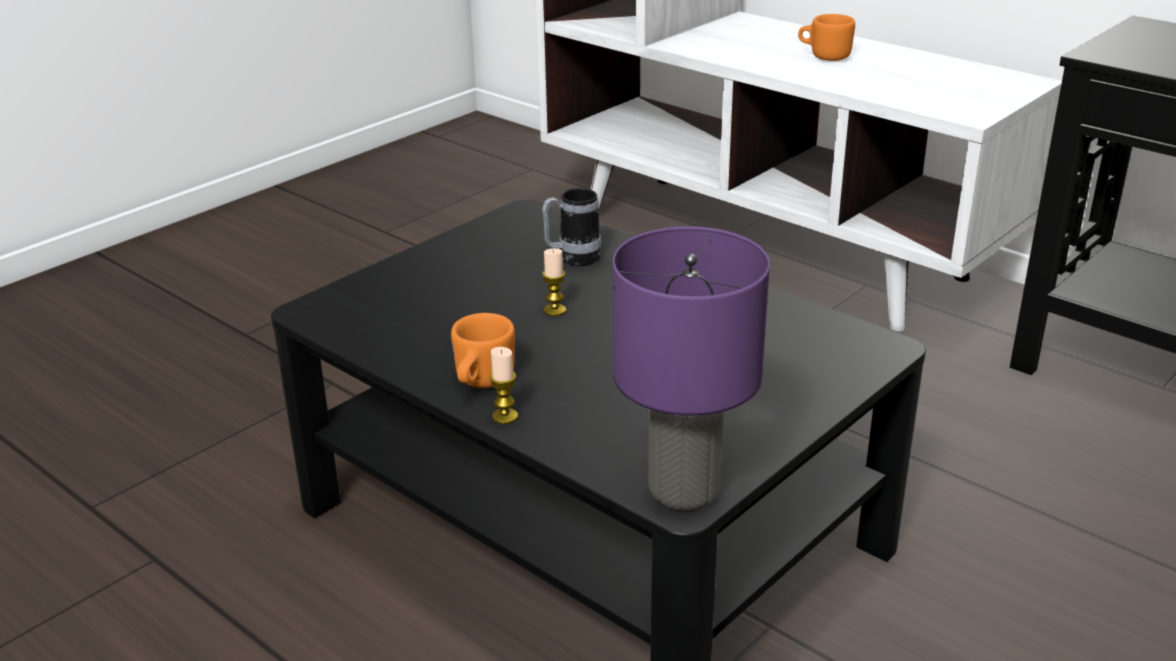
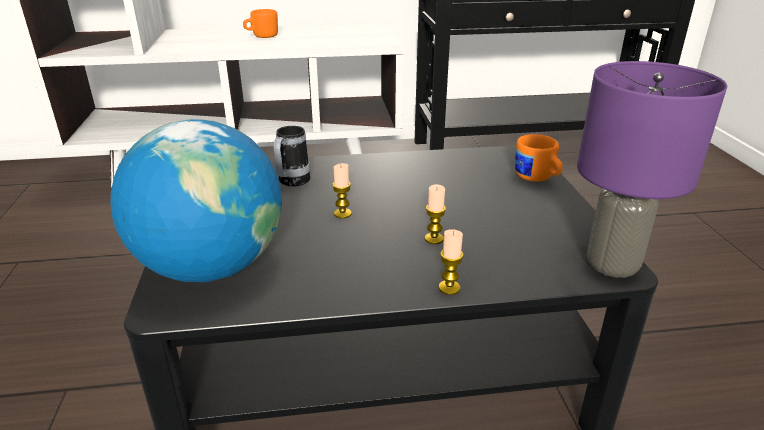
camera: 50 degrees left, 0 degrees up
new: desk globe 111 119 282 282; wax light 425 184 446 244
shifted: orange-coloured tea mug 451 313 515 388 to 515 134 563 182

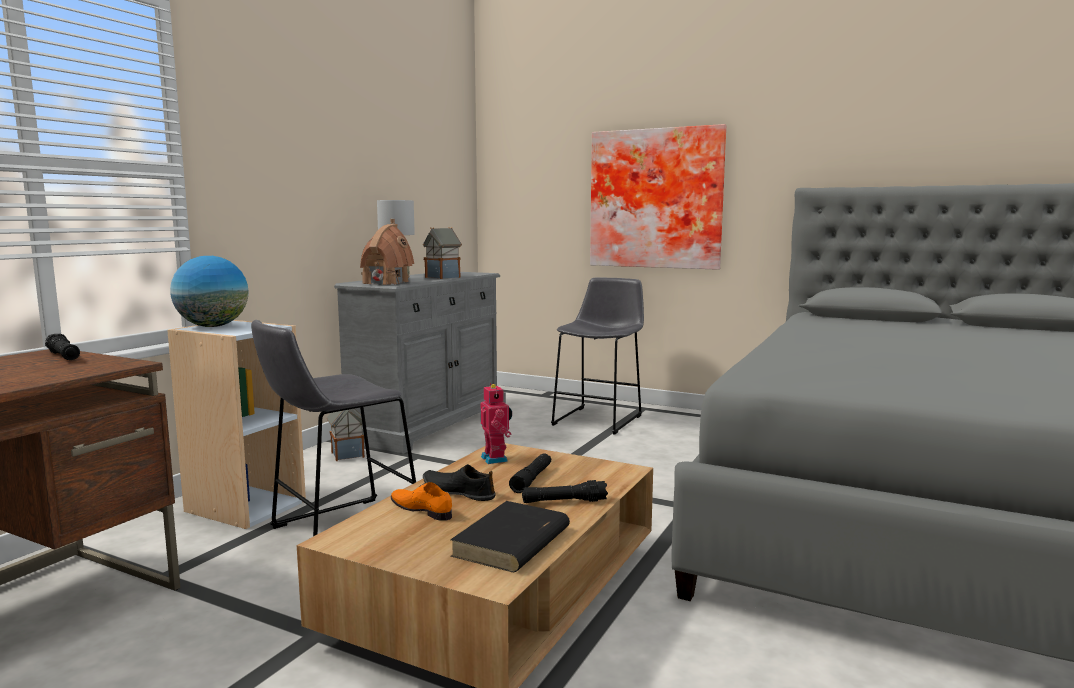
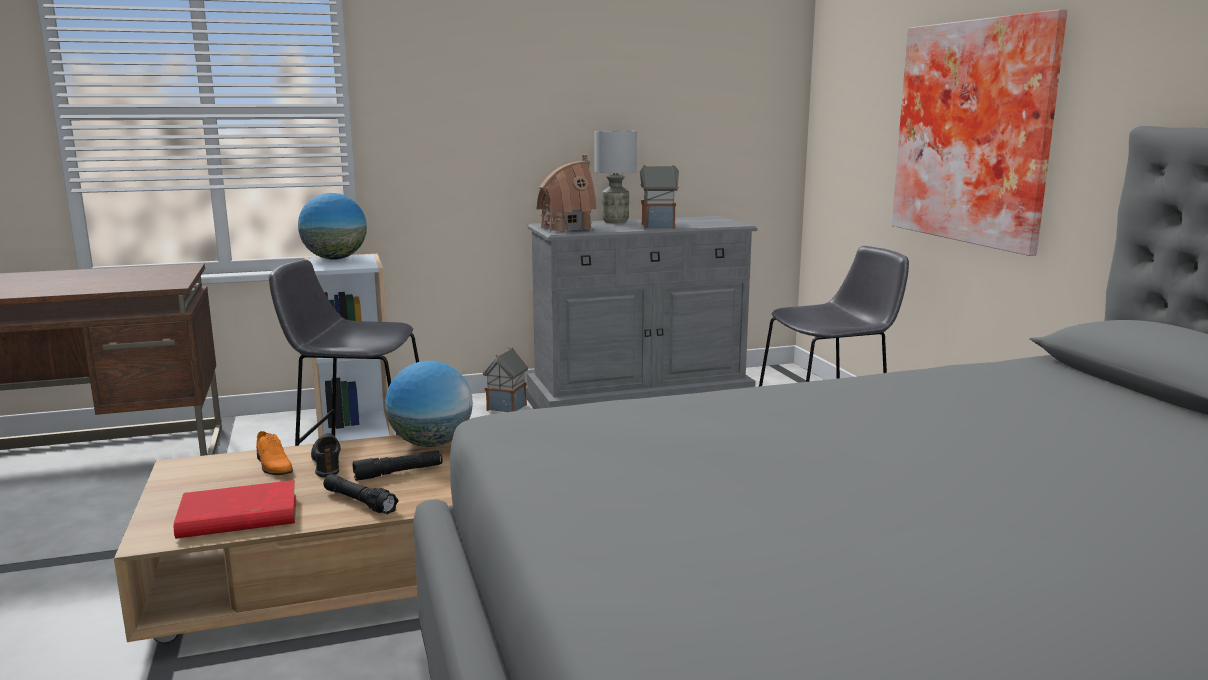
camera: 45 degrees right, 5 degrees up
gone: black torch 45 334 80 360
swapped: toy robot 481 383 512 464 to desk globe 385 361 473 447
repainted: black volume 450 501 570 572 to reddish volume 174 480 296 539
rotated: orange-coloured item of footwear 391 482 452 521 = 256 431 293 475 150 degrees clockwise

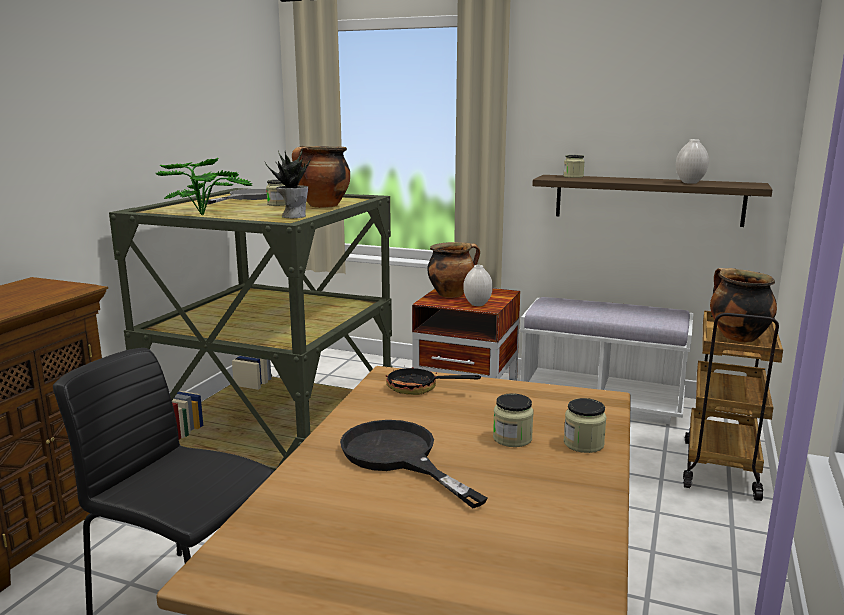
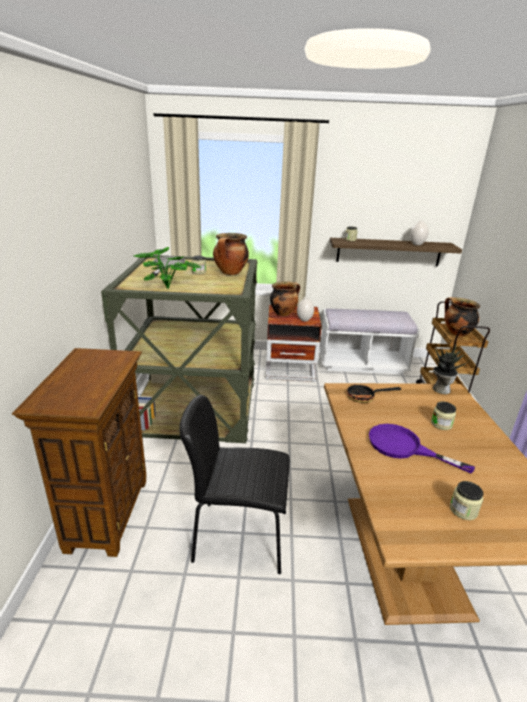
camera: 20 degrees left, 10 degrees up
shifted: houseplant 265 149 311 218 to 433 345 470 394; preserve jar 564 398 607 453 to 450 481 483 520
repainted: black skillet 340 420 487 508 to purple-coloured skillet 369 424 475 473

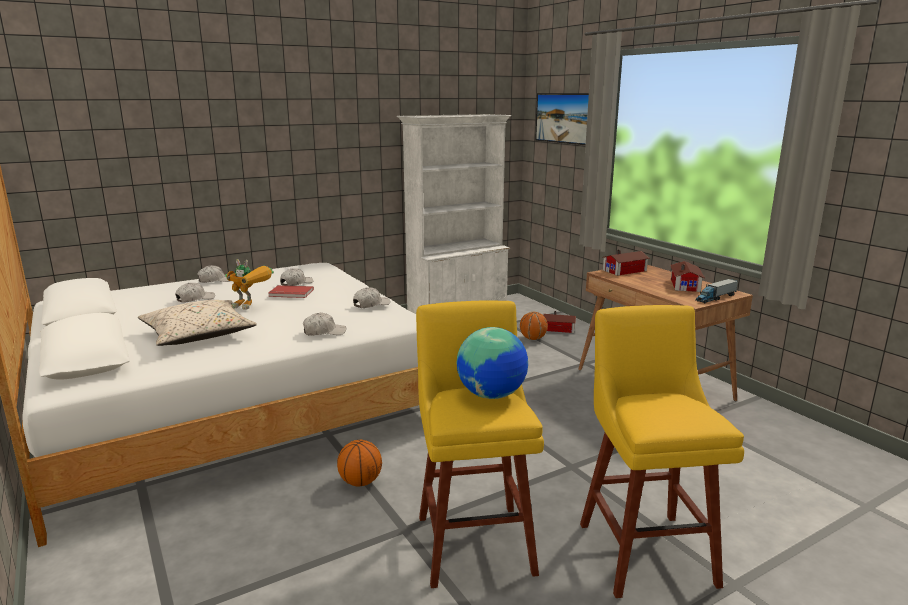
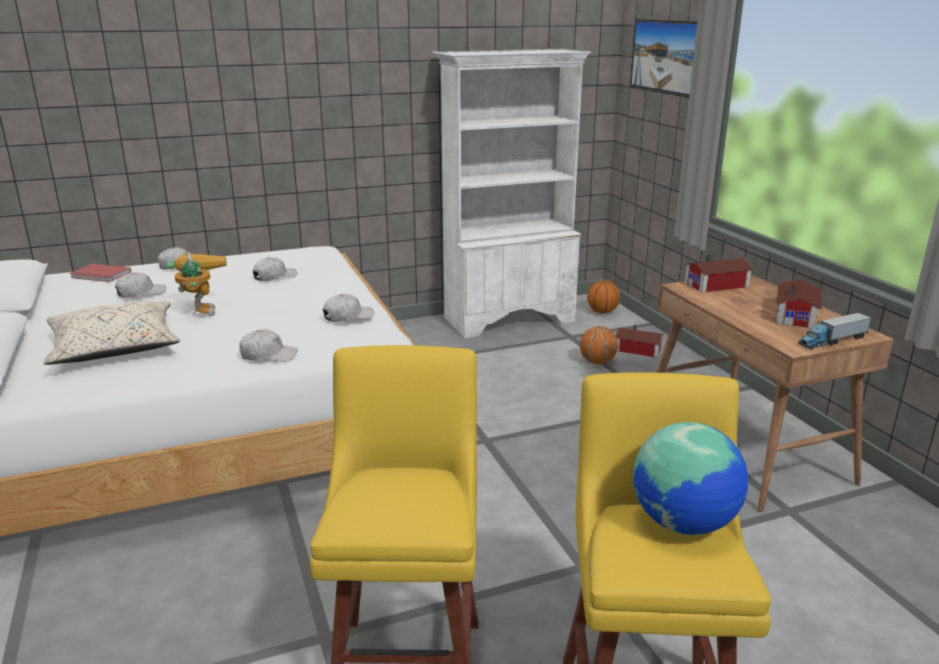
camera: 10 degrees right, 5 degrees up
shifted: reddish volume 268 285 314 298 to 70 264 131 282; basketball 337 440 382 487 to 587 280 620 314; desk globe 456 327 528 399 to 633 422 748 535
rotated: toy robot 225 259 274 310 = 166 252 227 316 135 degrees counterclockwise

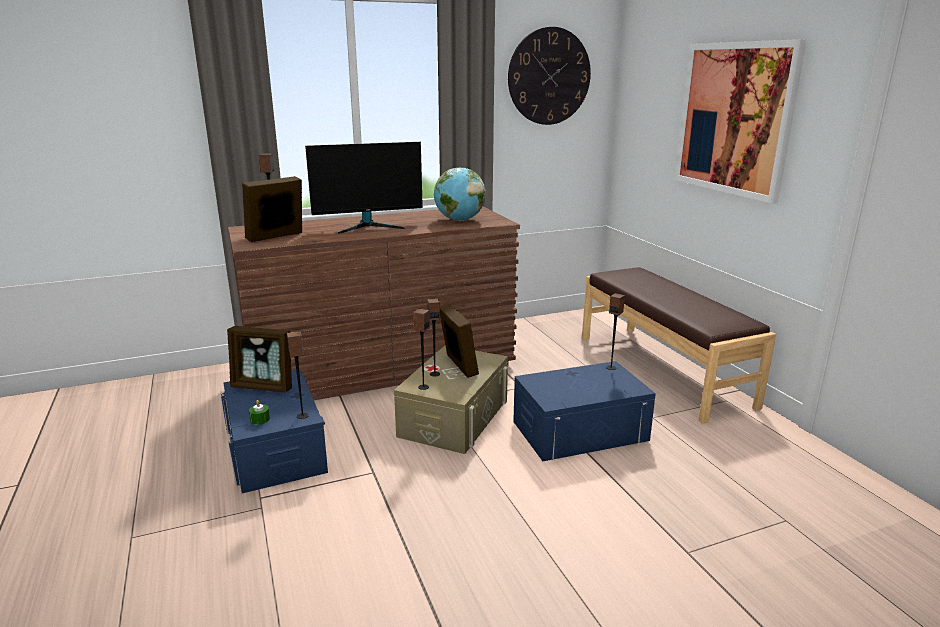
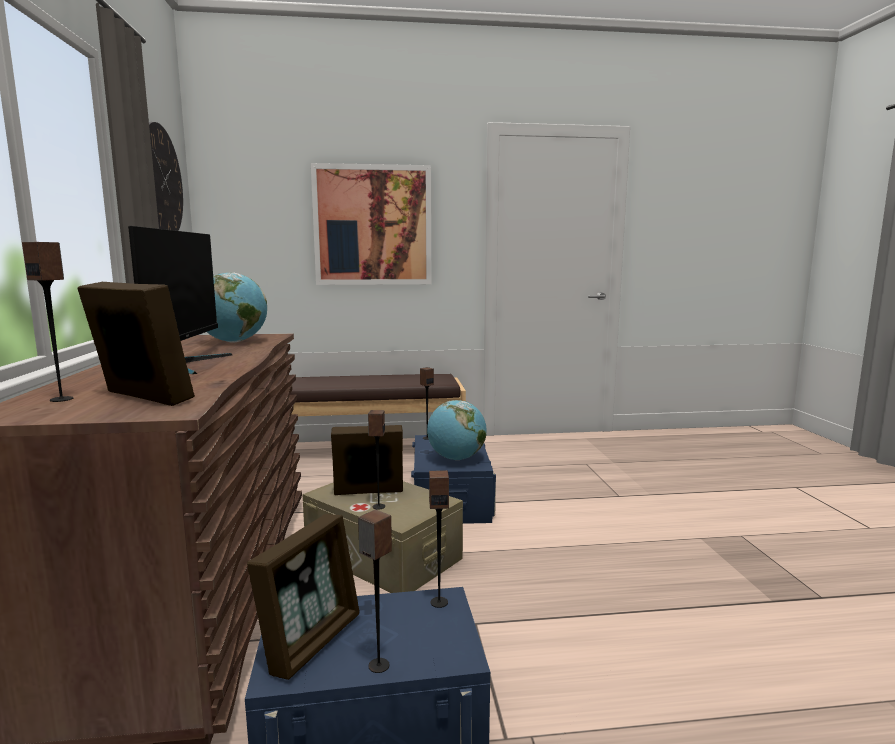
camera: 75 degrees left, 10 degrees down
gone: greenish wax light 249 400 270 425
new: desk globe 427 400 486 460
shifted: speaker 413 309 430 390 to 358 509 392 673
rotated: picture frame 242 176 302 242 = 77 282 195 406 150 degrees clockwise

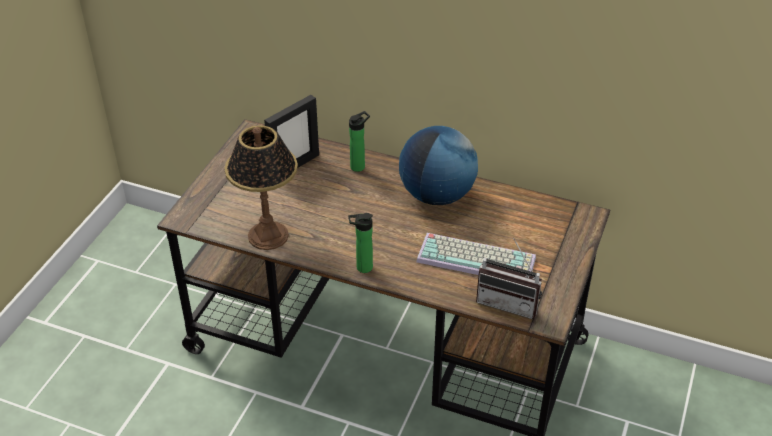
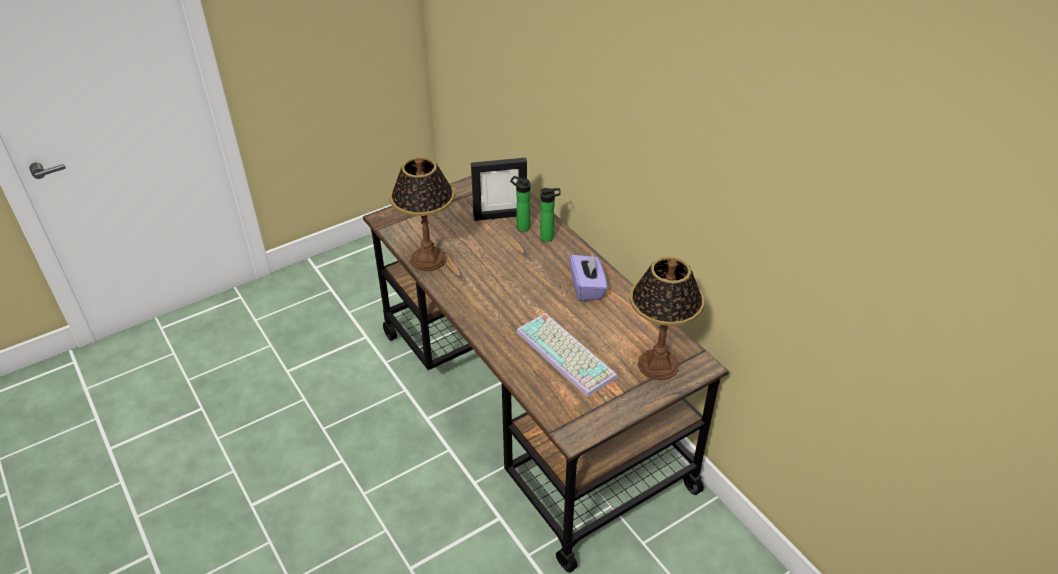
camera: 35 degrees right, 0 degrees up
gone: radio receiver 476 238 542 319
new: tabletop lamp 630 257 704 380
shifted: bottle 348 213 373 273 to 510 176 530 232
swapped: desk globe 399 126 478 205 to purple-coloured box of tissues 569 253 607 301

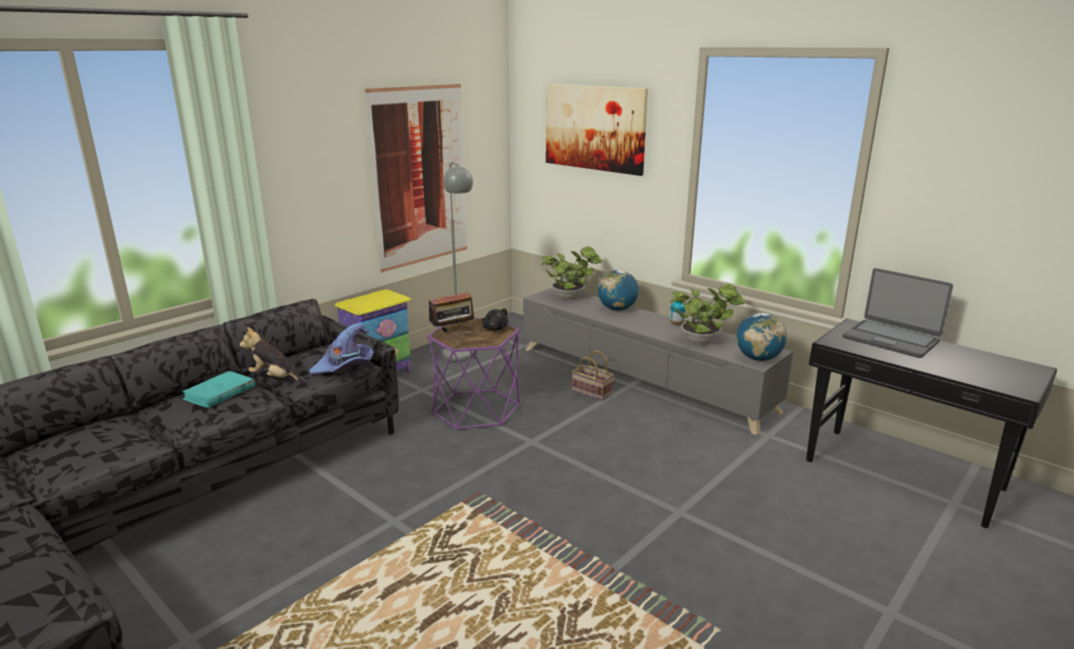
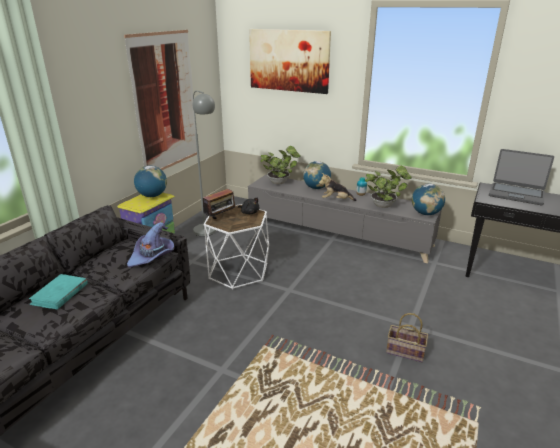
camera: 15 degrees left, 5 degrees up
new: desk globe 134 166 167 197
shifted: soft toy 240 327 308 384 to 319 173 357 201; basket 572 351 614 401 to 386 313 428 363
repainted: purple-coloured accent table 427 318 520 430 to white-coloured accent table 203 204 269 290

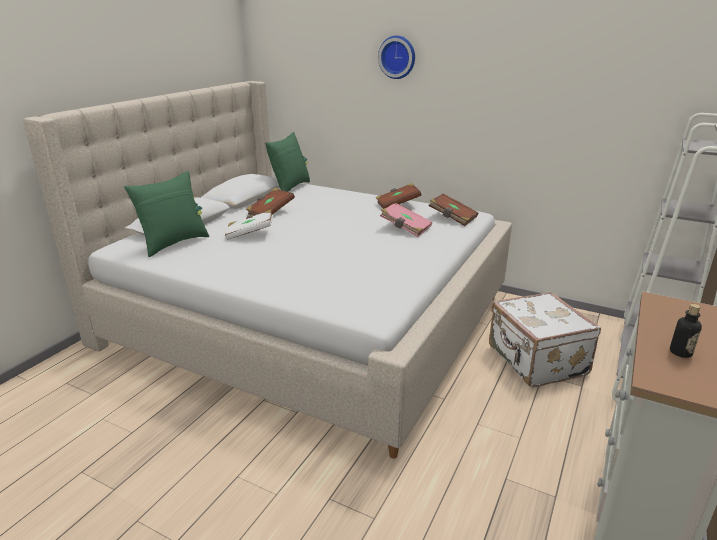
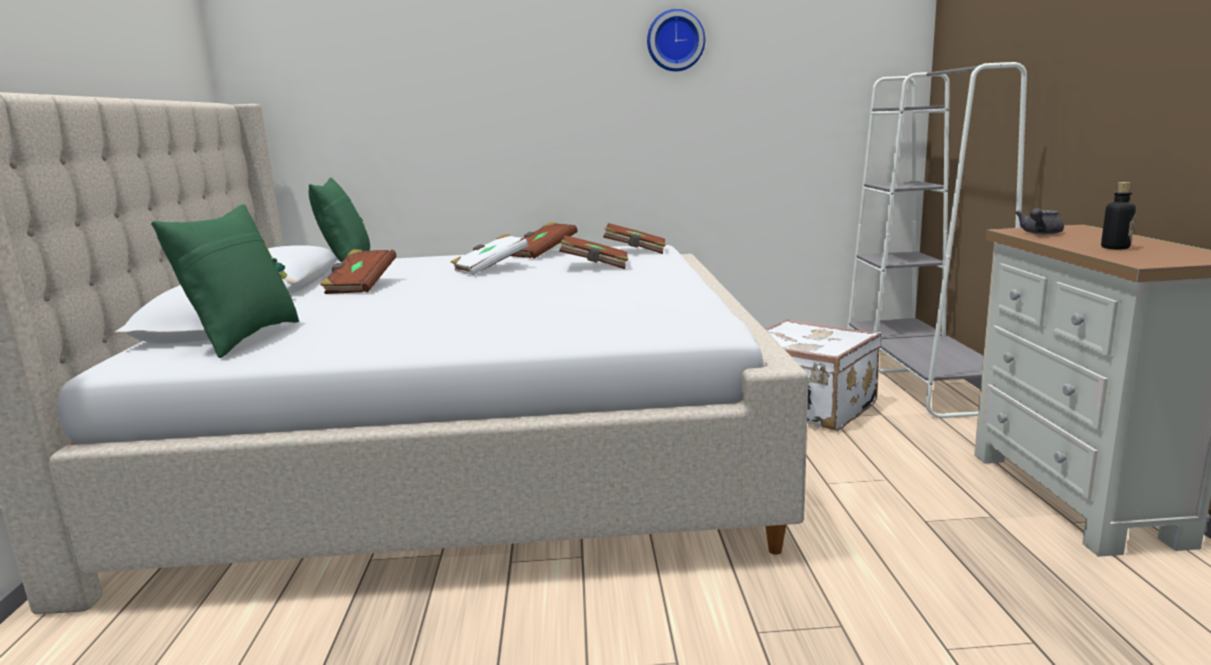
camera: 30 degrees left, 10 degrees down
new: gray tea pot 1015 208 1064 234
shifted: white-coloured volume 225 210 273 240 to 451 234 528 275; wall clock 378 36 415 79 to 647 9 705 71
repainted: pink-coloured volume 380 202 432 237 to brown-coloured volume 559 235 628 269

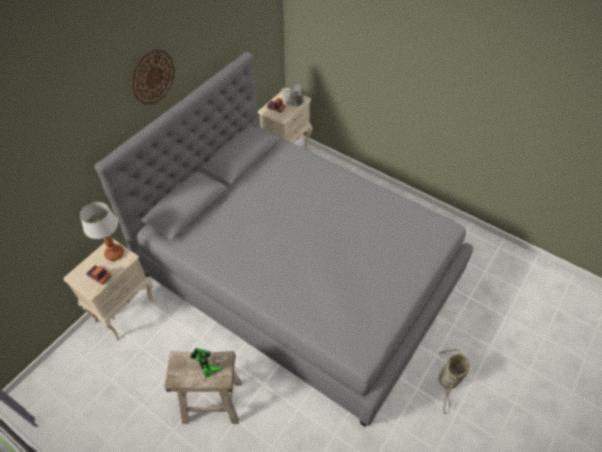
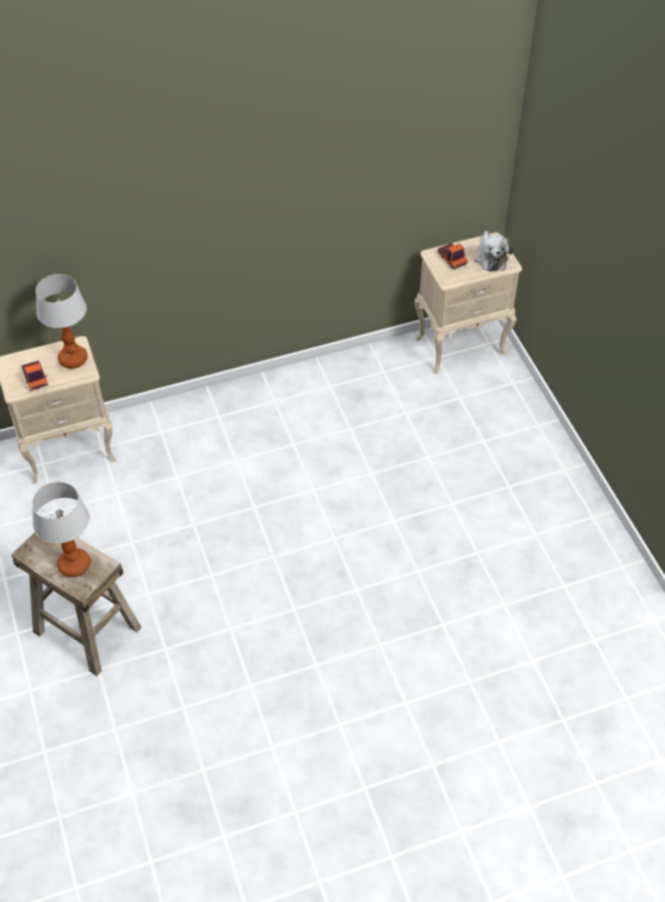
camera: 35 degrees right, 0 degrees up
gone: gray bed 95 52 473 427; wall clock 131 50 175 105; basket 439 349 470 414
swapped: toy robot 190 348 222 377 to tabletop lamp 32 482 91 577

